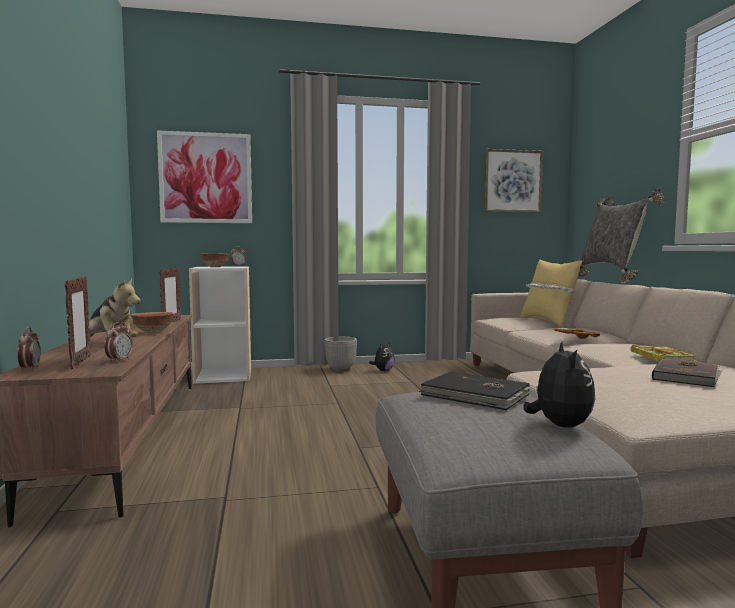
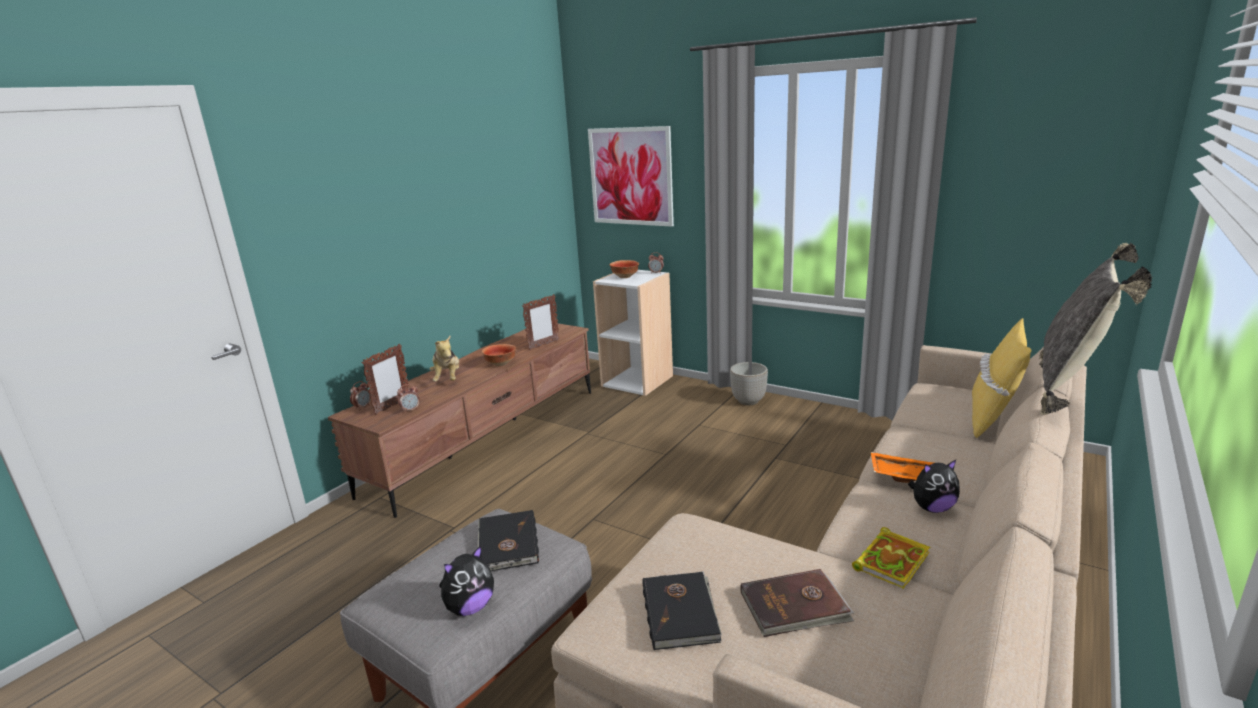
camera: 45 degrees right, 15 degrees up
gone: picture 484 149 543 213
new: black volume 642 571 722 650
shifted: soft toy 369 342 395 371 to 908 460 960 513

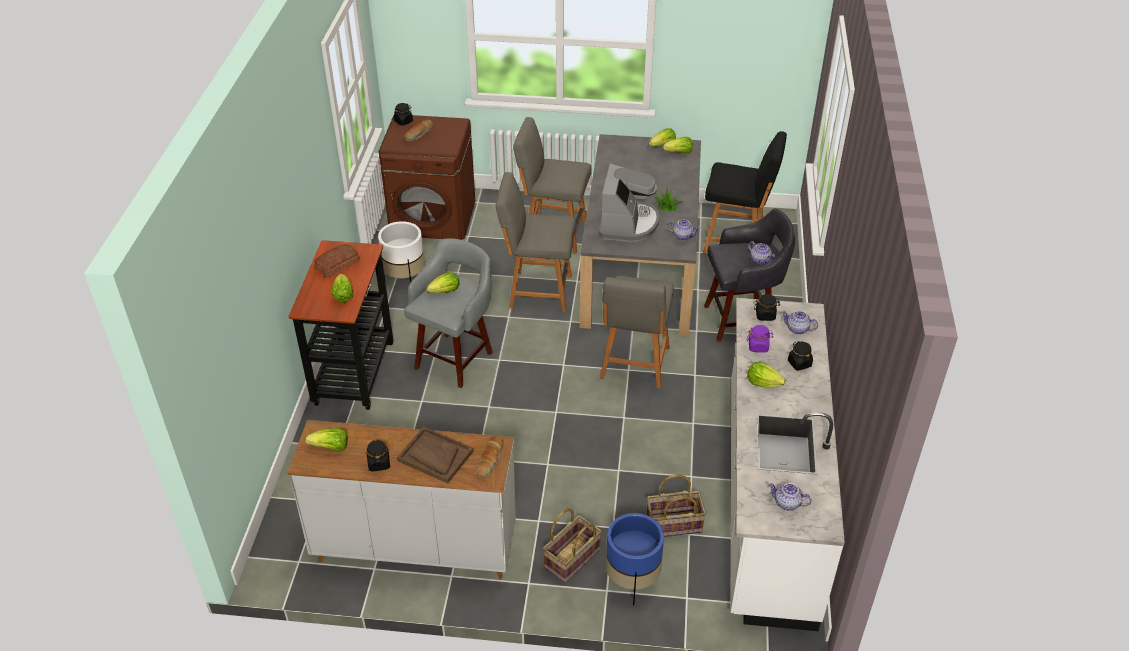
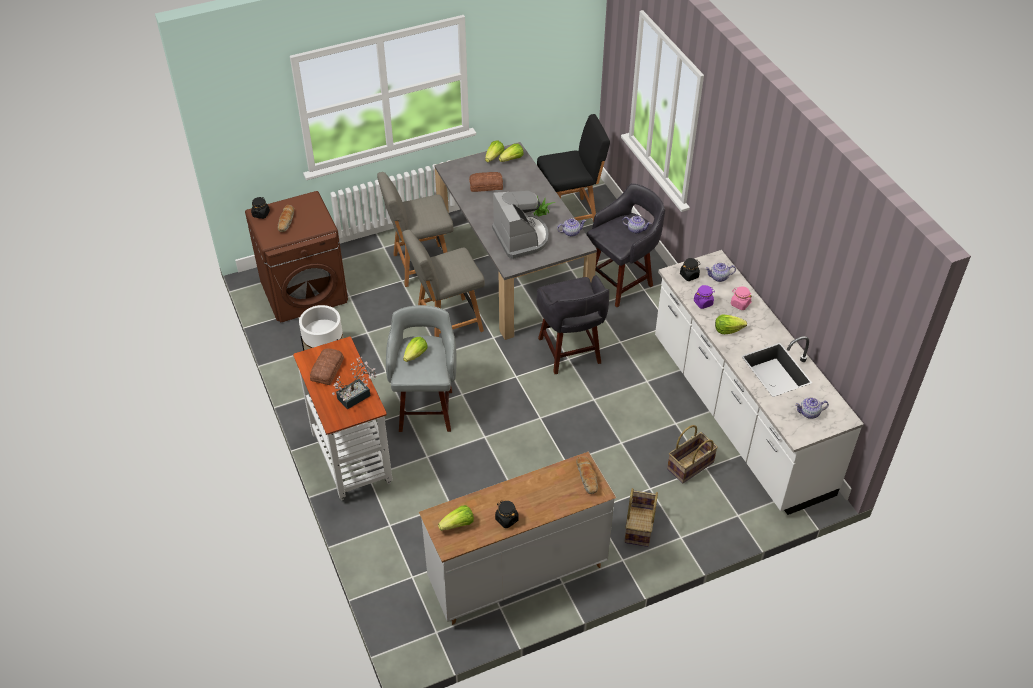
camera: 30 degrees left, 5 degrees up
gone: brown-coloured serving tray 397 426 474 483; blue flower pot 606 513 664 605
new: bread 469 172 503 192
swapped: lettuce 332 274 353 303 to houseplant 332 357 377 409; gray plain chair 600 276 674 388 to gray stool seat 536 275 609 374
repainted: black cart 288 240 394 410 to white-coloured cart 293 337 393 500; black preserve jar 788 341 813 371 to pink-coloured preserve jar 731 286 752 310

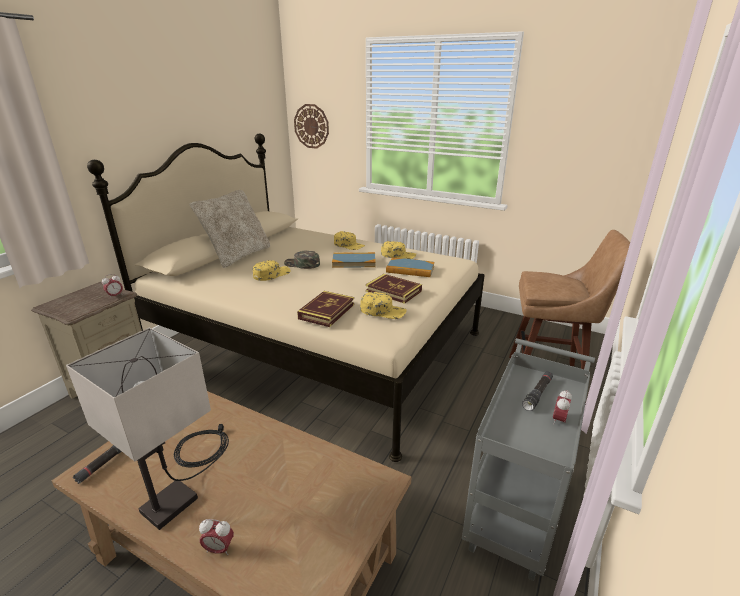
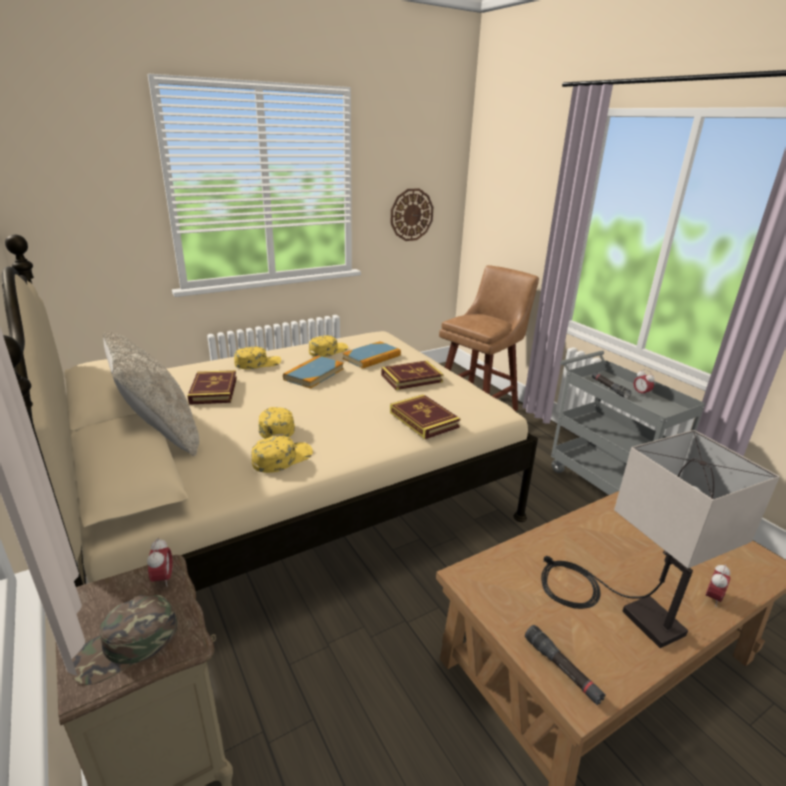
camera: 60 degrees left, 0 degrees up
new: volume 187 370 237 405
shifted: greenish cap 284 251 320 269 to 70 595 177 685; wall clock 294 104 329 149 to 390 188 433 241; yellowish cap 360 292 407 319 to 252 436 313 473

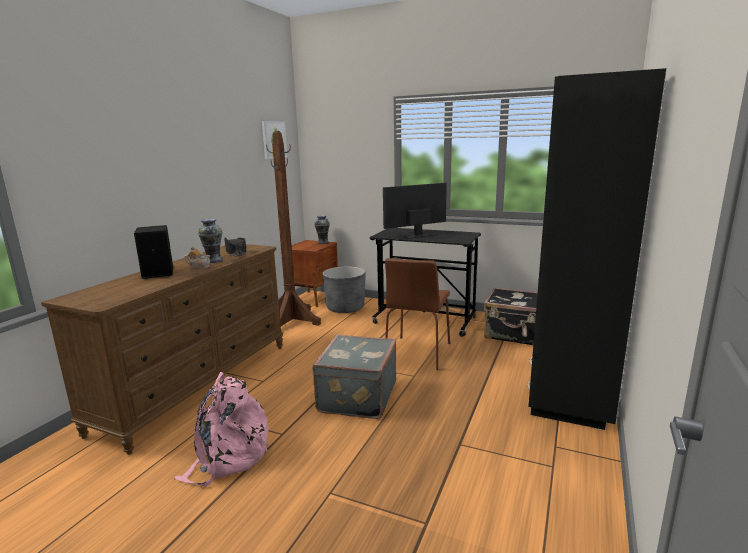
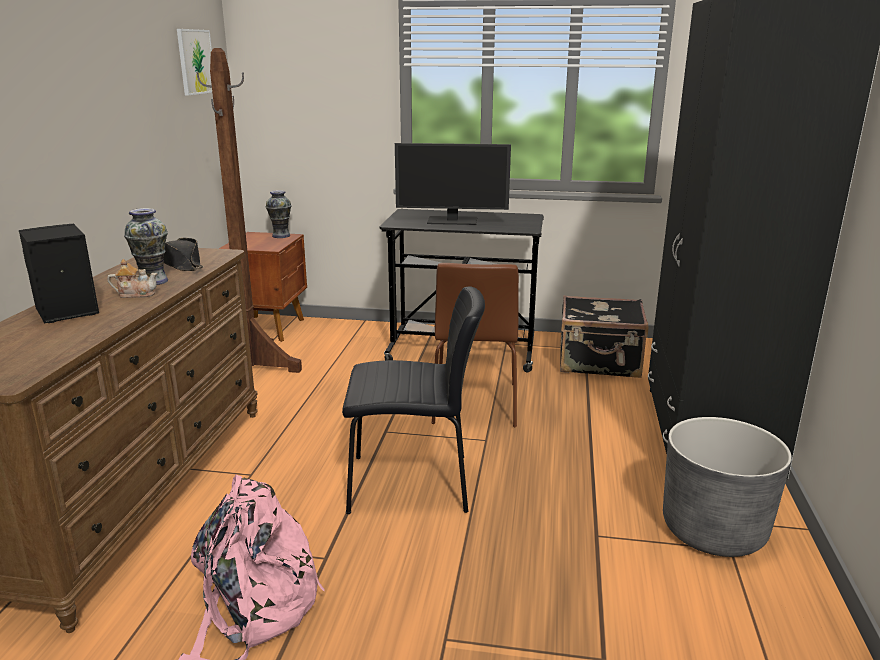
camera: 15 degrees left, 5 degrees up
shifted: gray flower pot 323 266 365 313 to 663 417 792 557
swapped: gray piece of luggage 312 334 396 419 to black plain chair 342 286 485 514
rotated: computer screen 383 183 447 239 = 395 143 511 225 135 degrees counterclockwise

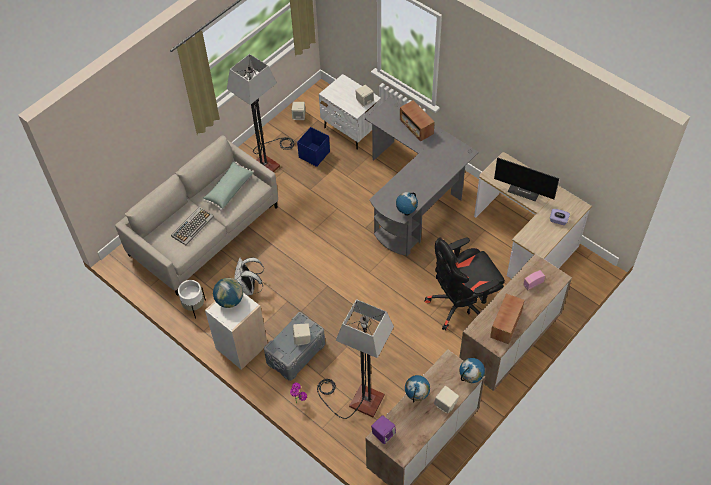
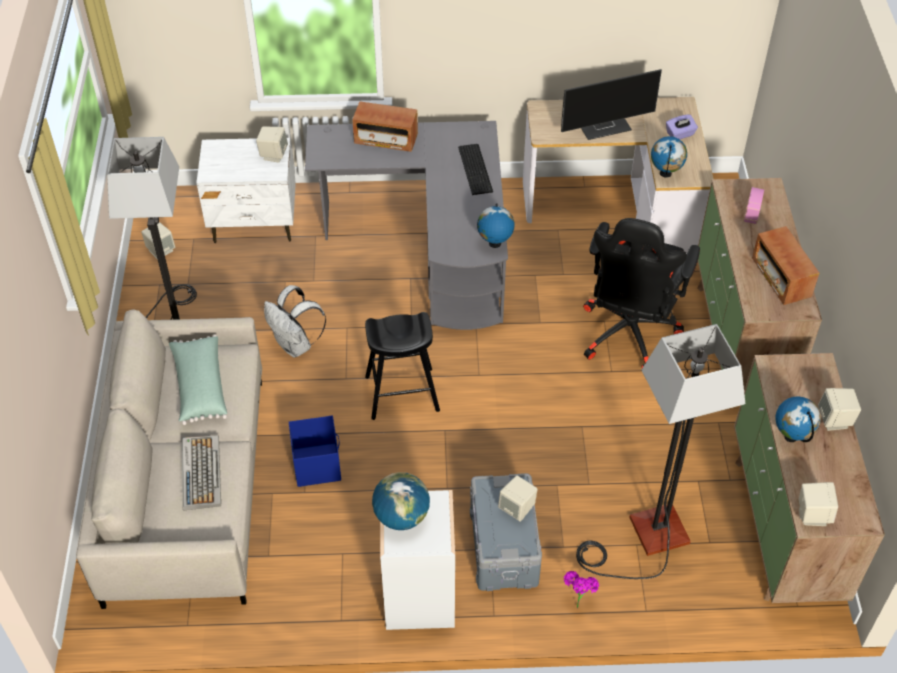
camera: 45 degrees left, 5 degrees down
gone: white-coloured flower pot 178 280 206 319
new: black stool seat 365 312 440 420; computer keyboard 458 144 493 195
shifted: white-coloured knapsack 234 258 264 295 to 264 285 326 357; blue storage bin 297 127 330 167 to 289 415 341 487; desk globe 460 358 485 383 to 651 136 687 178
repainted: purple-coloured speaker 371 415 396 444 to beige speaker 799 482 838 526

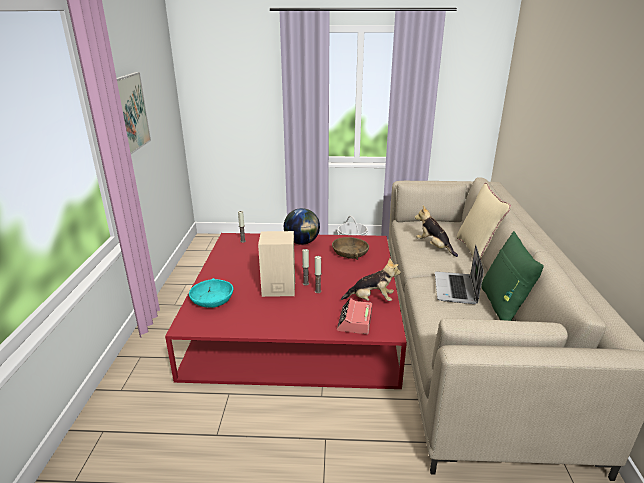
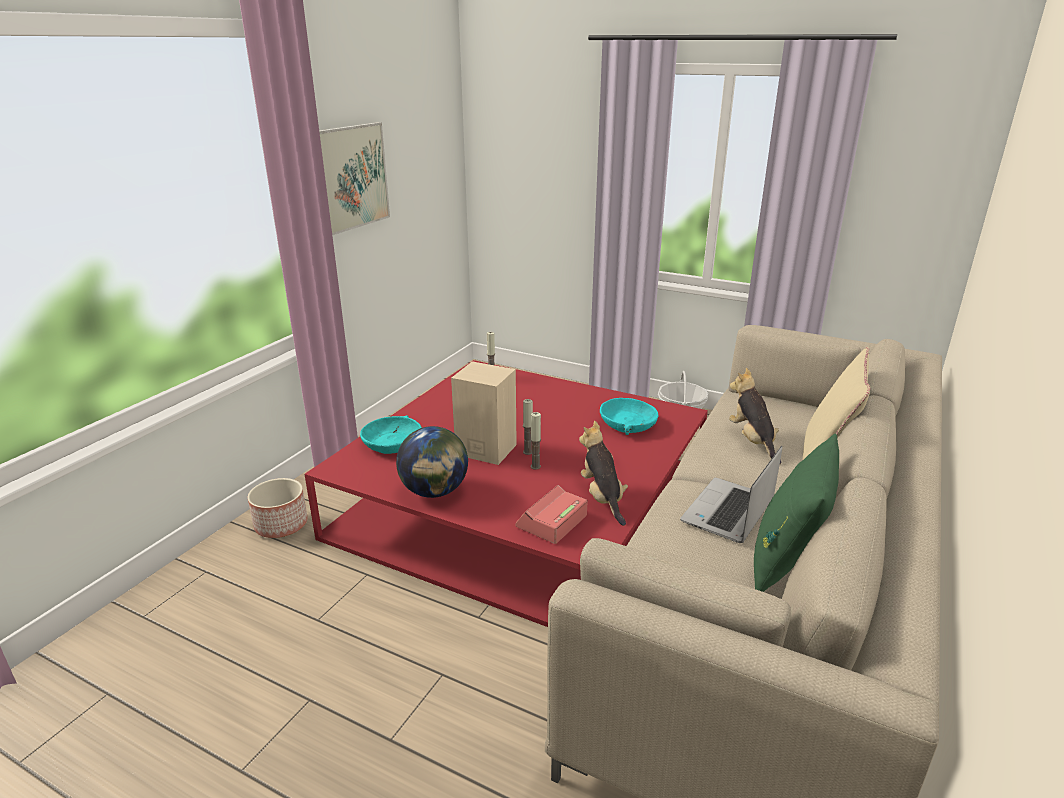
camera: 25 degrees right, 0 degrees up
new: flower pot 248 478 308 538
shifted: desk globe 284 208 320 245 to 396 426 468 498
repainted: brown-coloured serving bowl 332 237 369 260 to blue-green serving bowl 600 398 658 435
rotated: soft toy 341 258 401 301 = 579 421 628 526 135 degrees counterclockwise

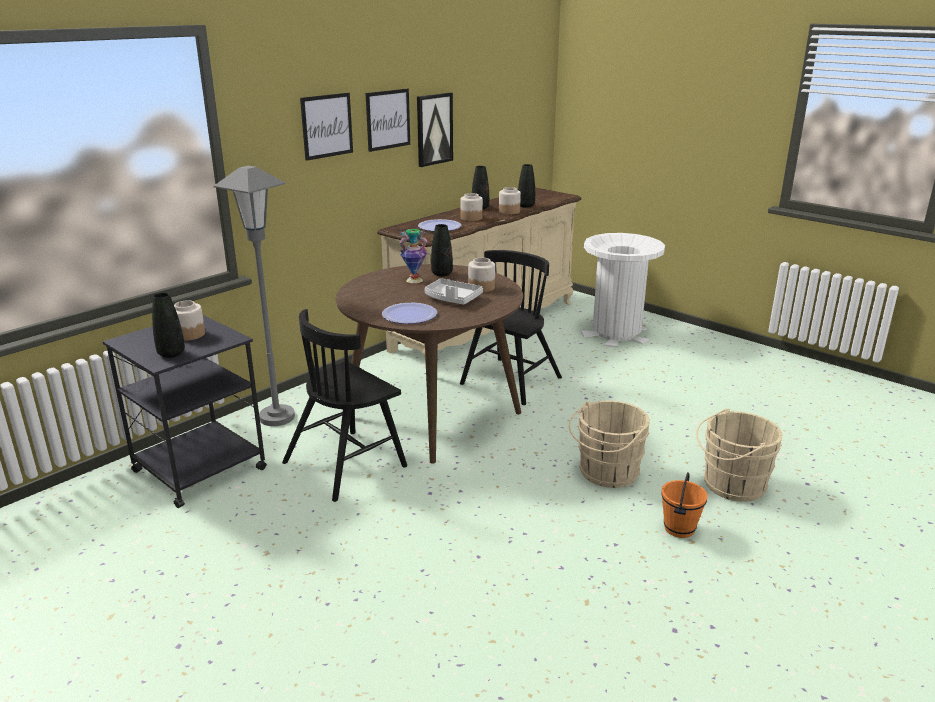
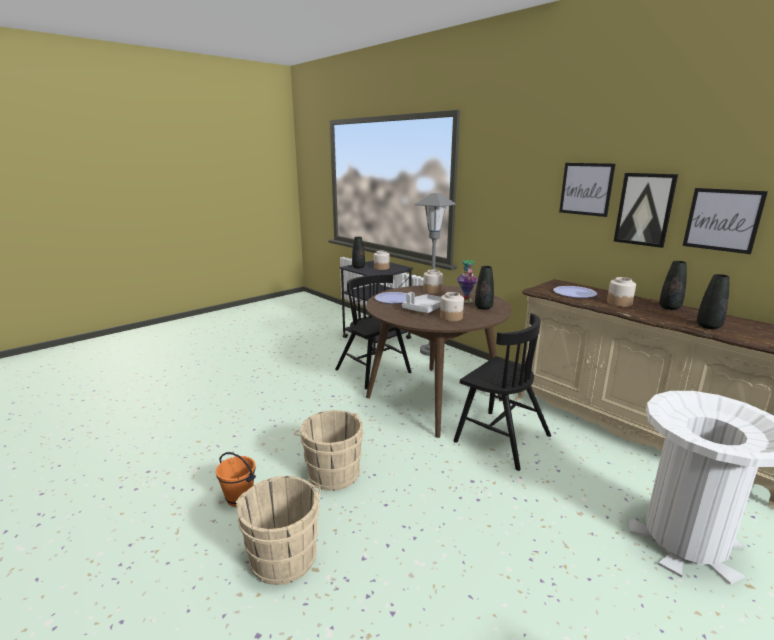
camera: 95 degrees right, 5 degrees down
shifted: picture 300 93 353 161 to 683 188 768 254; preserve jar 499 187 521 214 to 423 269 443 294

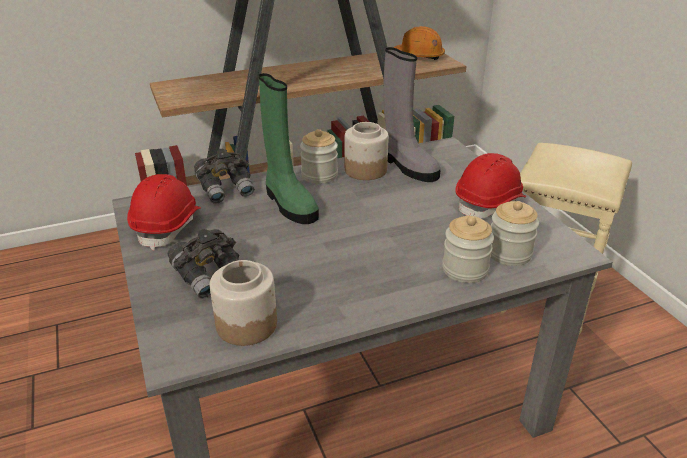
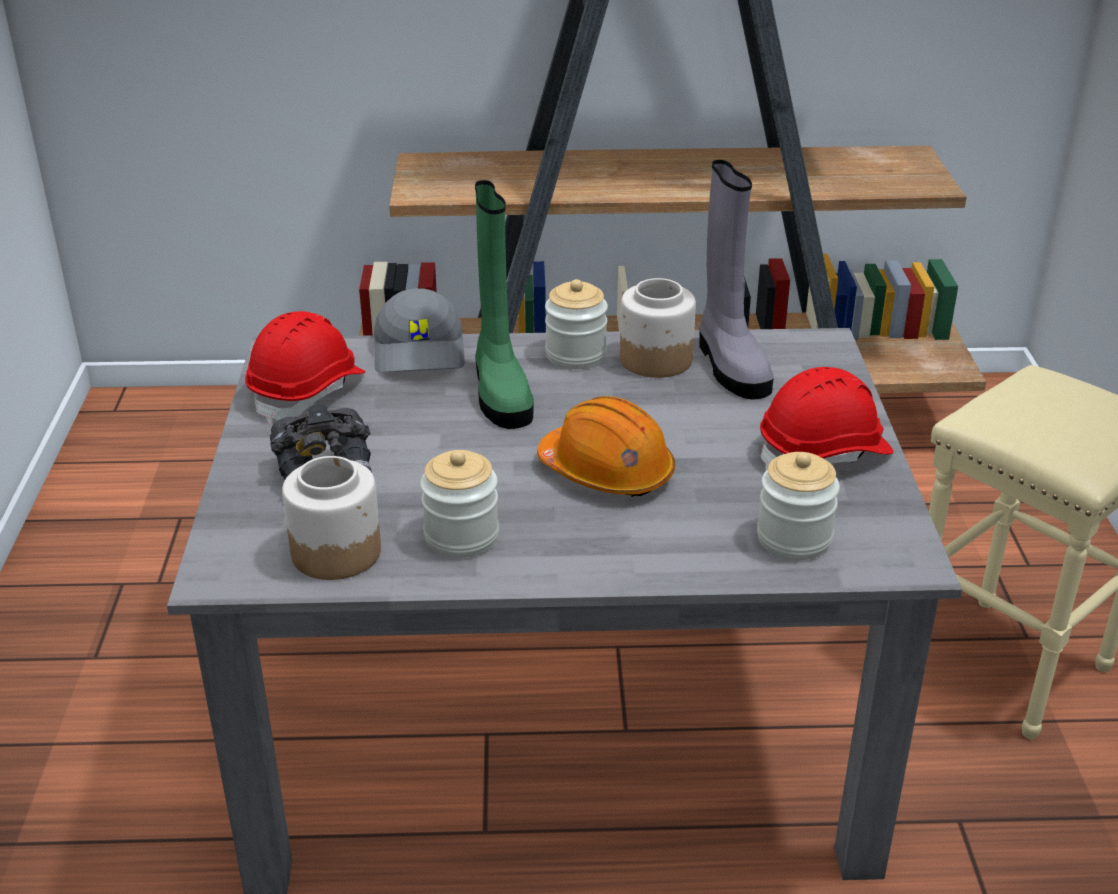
camera: 20 degrees right, 0 degrees up
shifted: orange-coloured safety helmet 393 26 445 60 to 537 396 675 497; preserve jar 442 216 494 283 to 420 450 499 558
swapped: gray pair of binoculars 194 149 255 204 to gray cap 374 288 465 372

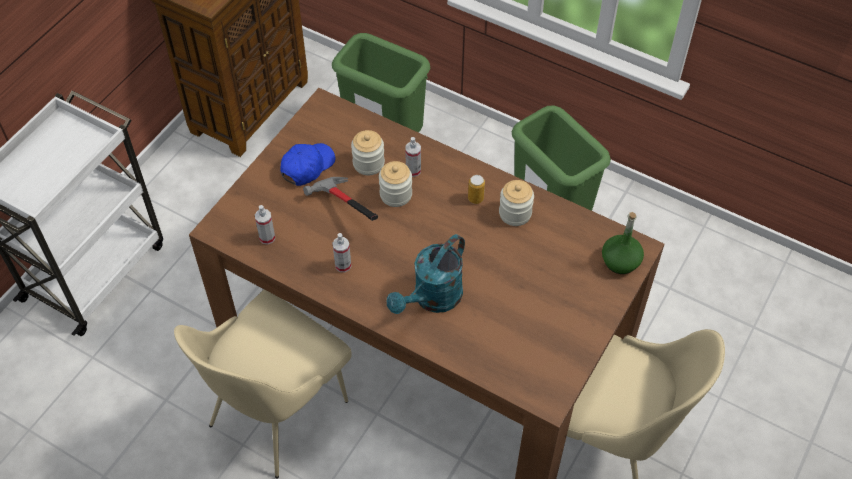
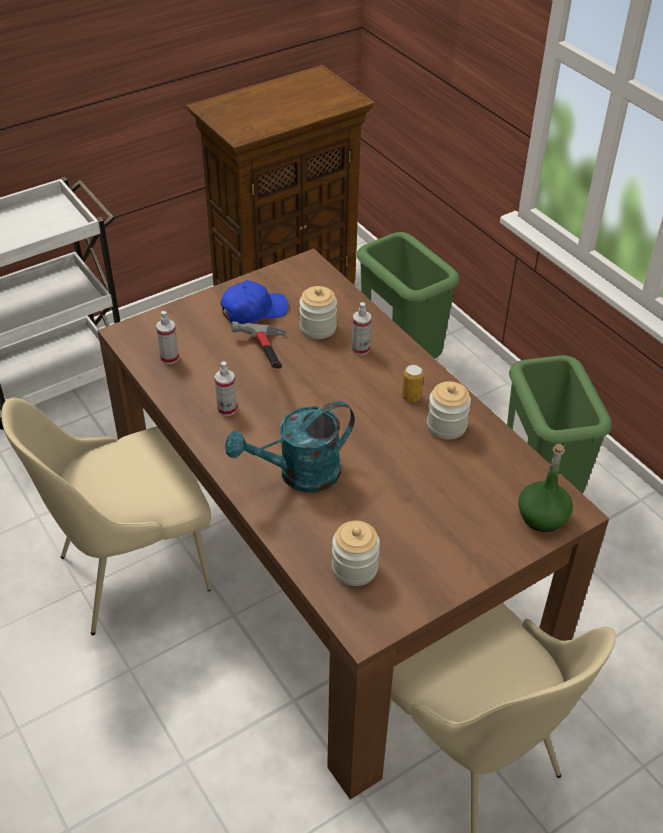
camera: 25 degrees right, 10 degrees down
shifted: preserve jar 379 161 412 207 to 332 521 380 586

